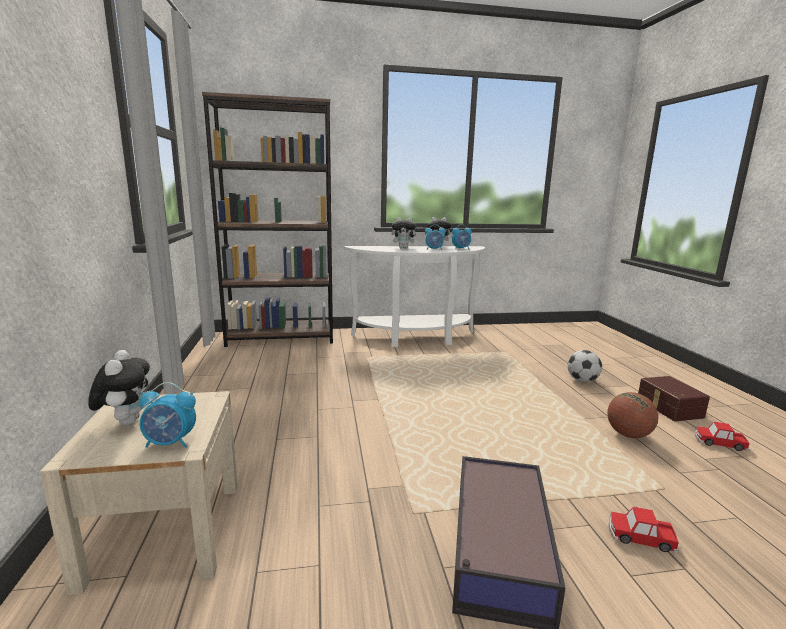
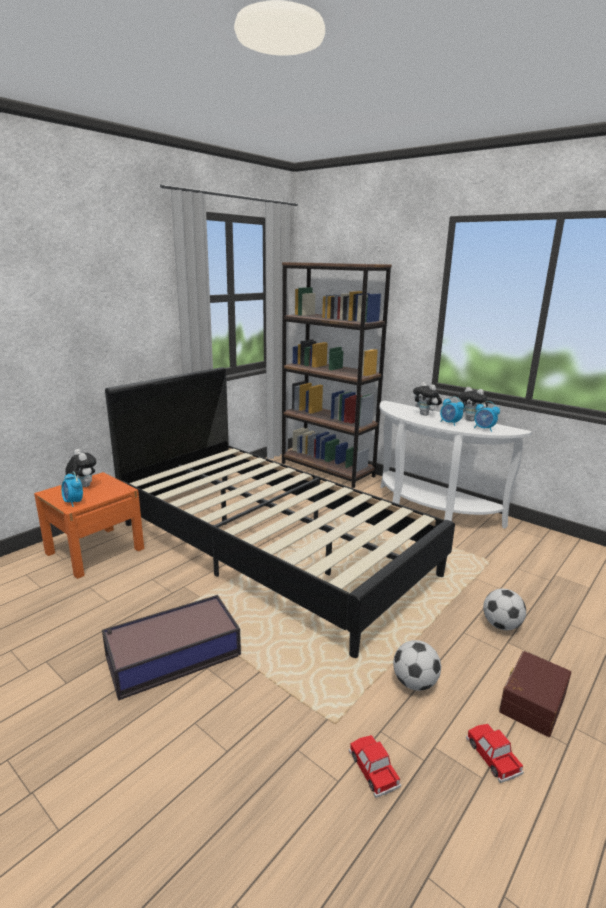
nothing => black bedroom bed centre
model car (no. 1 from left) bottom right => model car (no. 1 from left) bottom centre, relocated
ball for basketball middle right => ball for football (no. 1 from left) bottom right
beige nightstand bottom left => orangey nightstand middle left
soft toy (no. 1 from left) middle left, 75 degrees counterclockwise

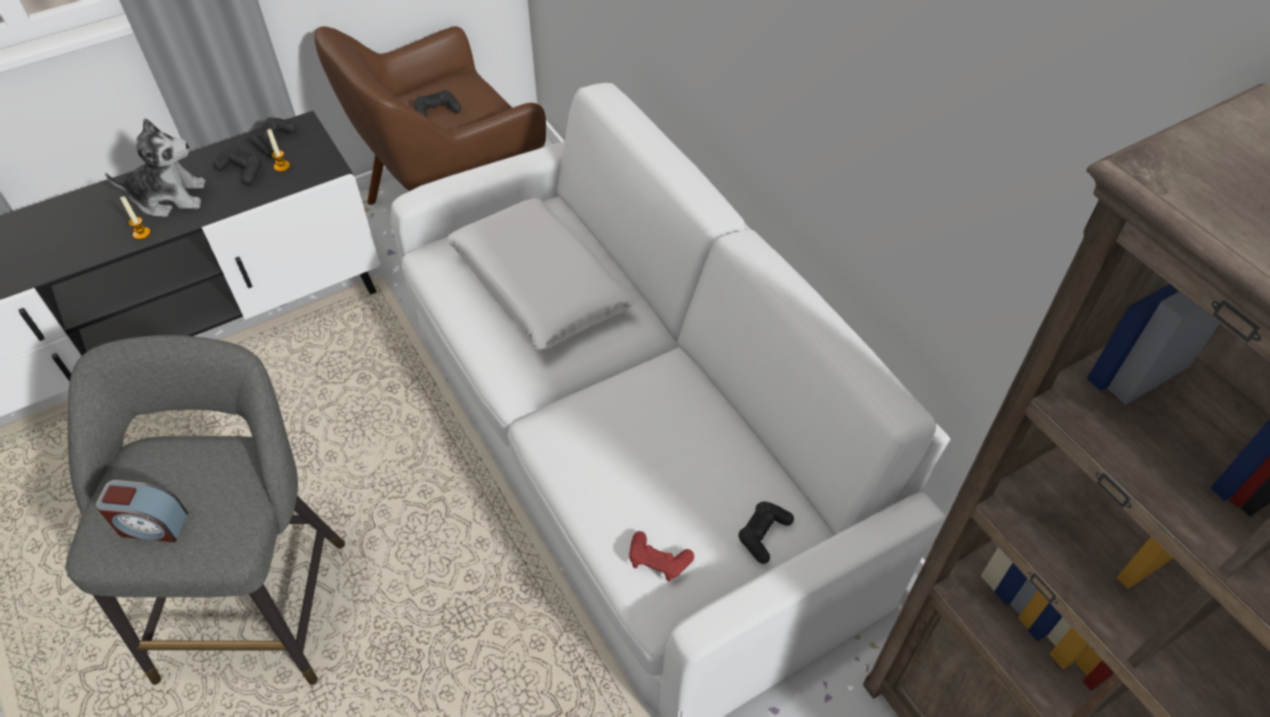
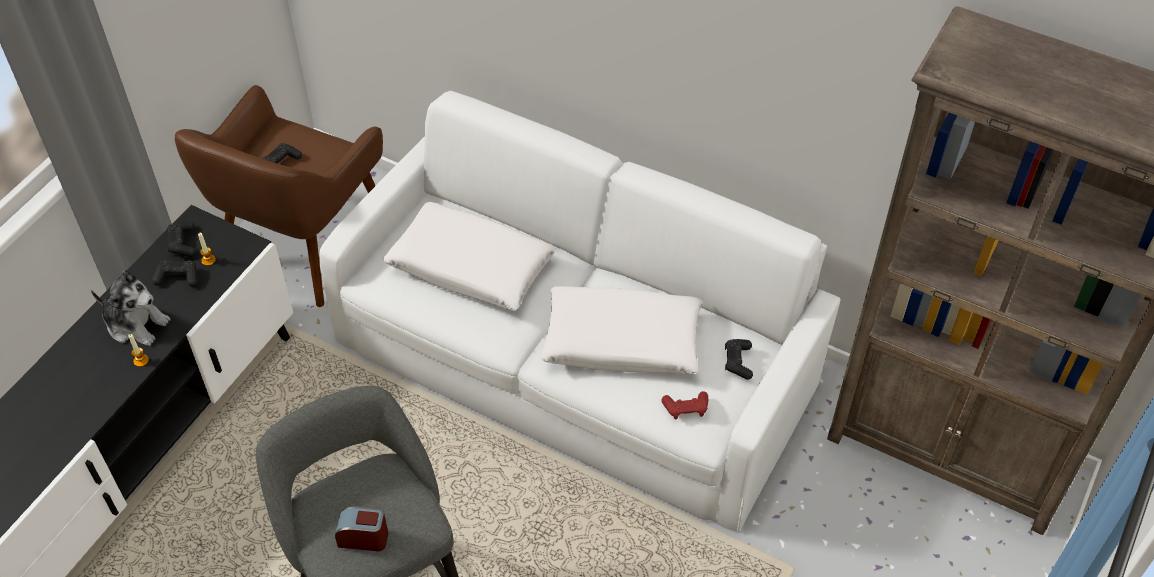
nothing => white-coloured throw pillow (no. 2 from left) centre
alarm clock bottom left, 150 degrees counterclockwise
soft toy top left => soft toy middle left, 60 degrees clockwise

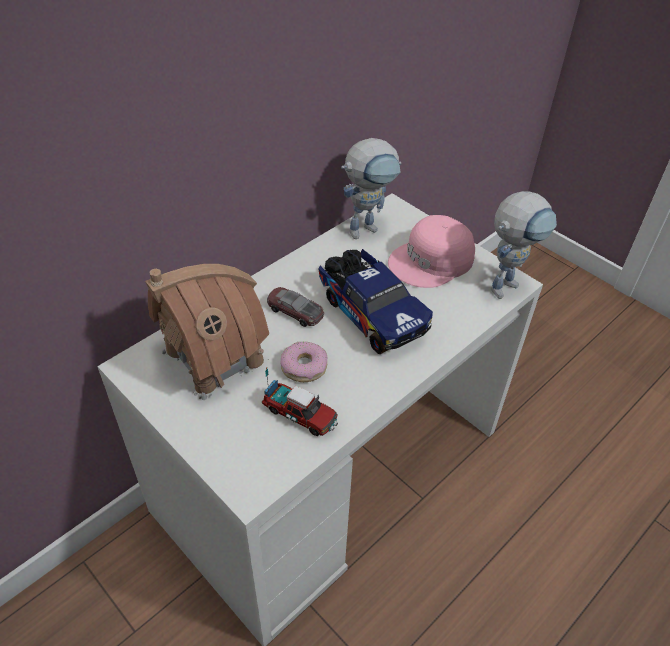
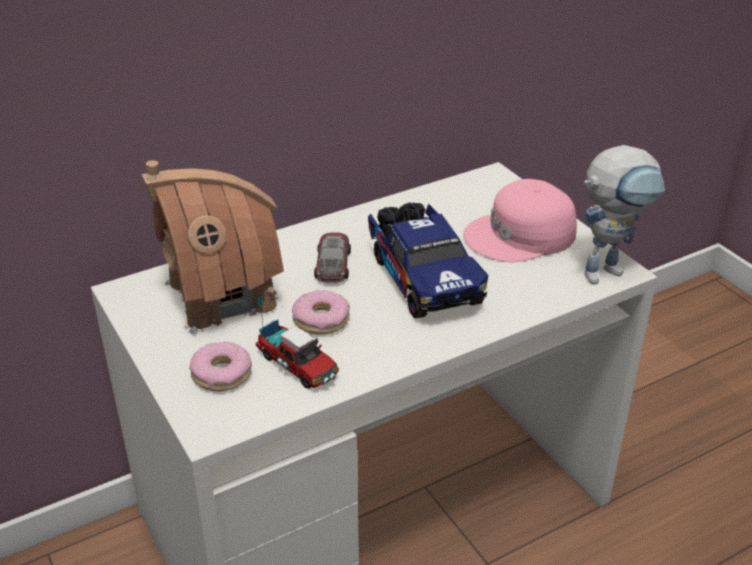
robot figure (no. 1 from left) top centre => nothing
nothing => donut (no. 1 from left) middle left
model car centre, 45 degrees clockwise

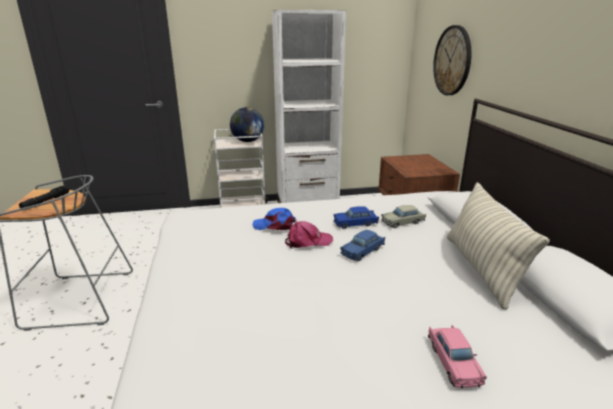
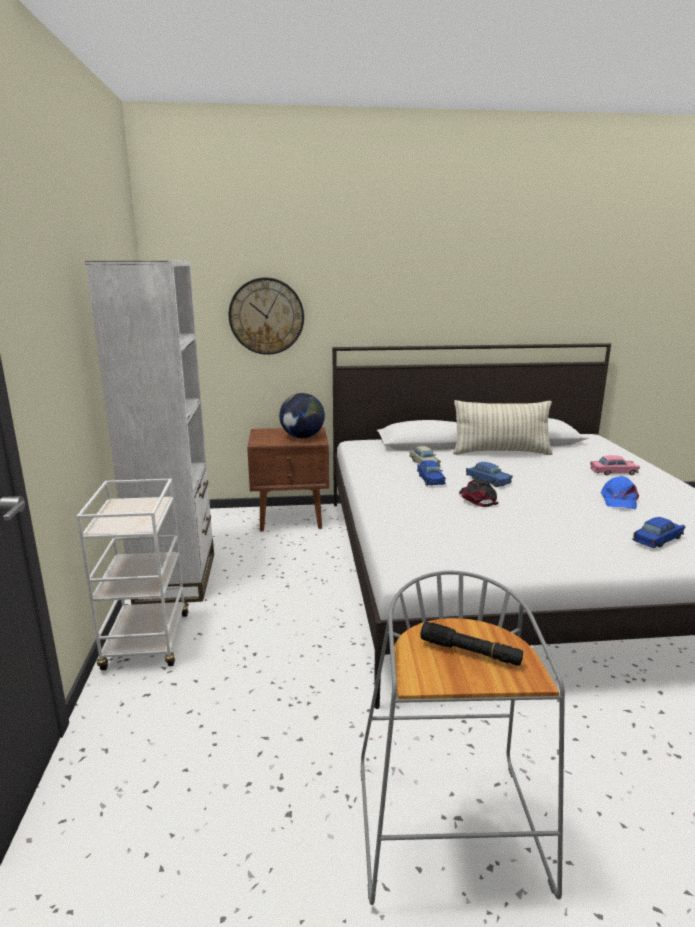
nothing => blue-coloured model car (no. 3 from left) middle right
desk globe top centre => desk globe centre, relocated
blue-coloured cap centre => blue-coloured cap middle right, relocated
pink-coloured cap centre => black cap middle right

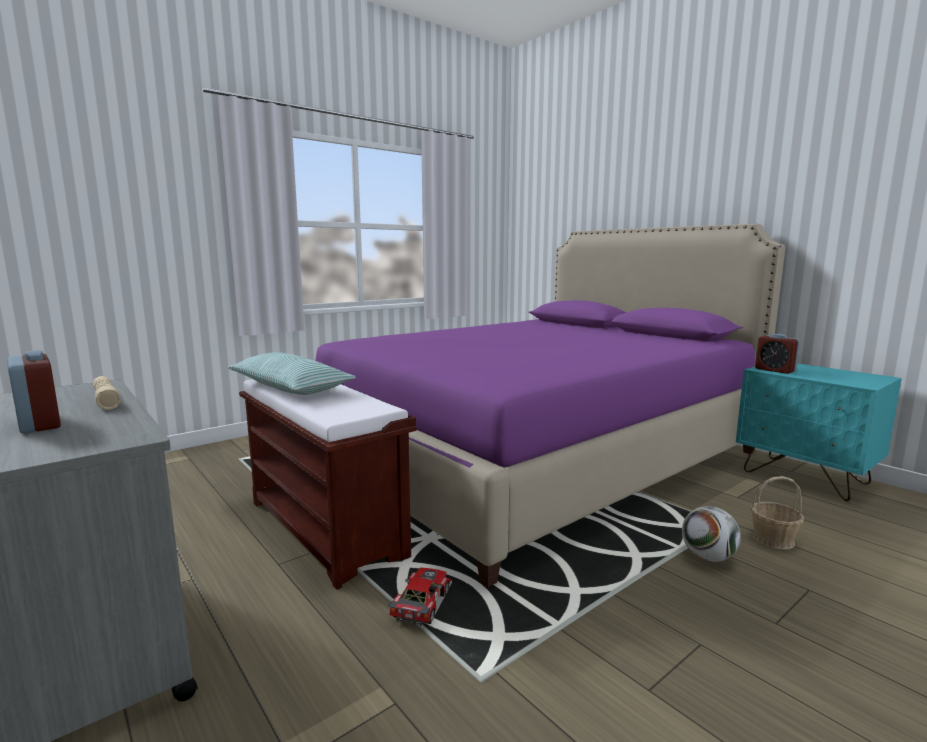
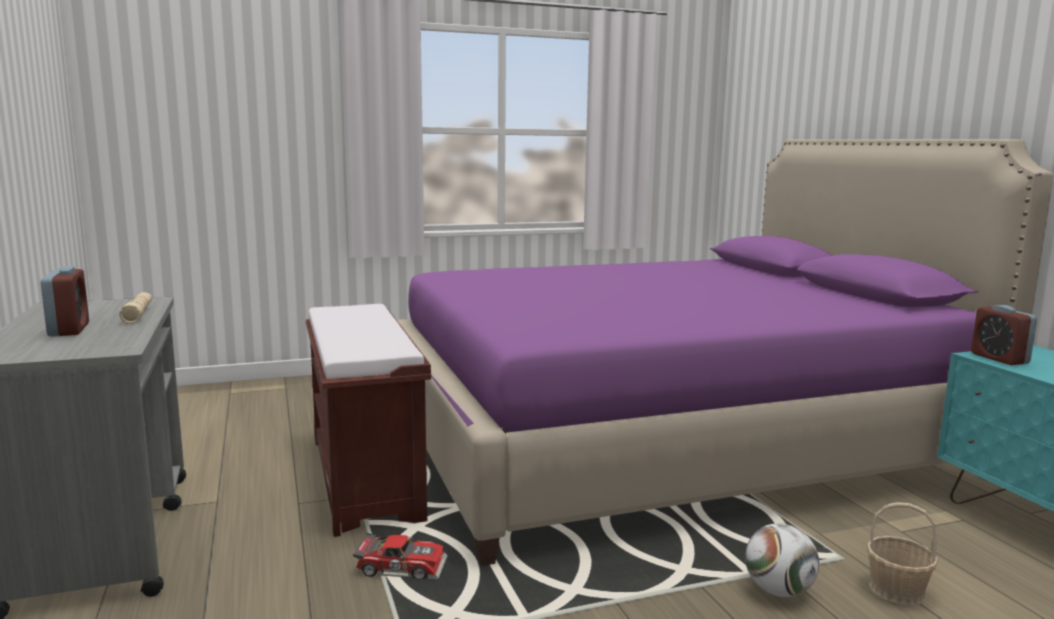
throw pillow middle left => nothing
model car bottom centre, 60 degrees clockwise

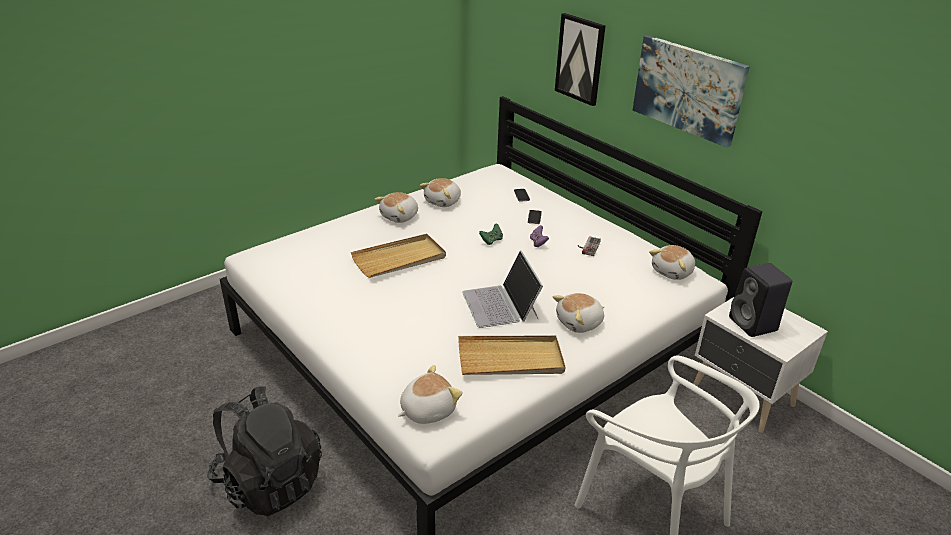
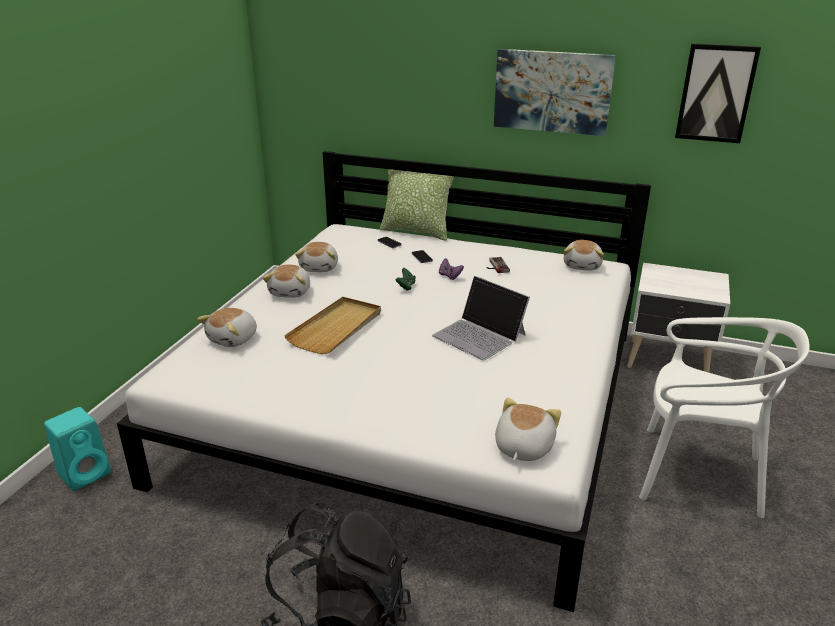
beige serving tray (no. 2 from left) centre => nothing
black speaker middle right => nothing
nothing => blue-green speaker bottom left
nothing => throw pillow top centre
soft toy (no. 4 from left in the first image) centre => soft toy (no. 1 from left) middle left, relocated
wall art (no. 1 from left in the first image) top centre => wall art (no. 2 from left) top right, relocated

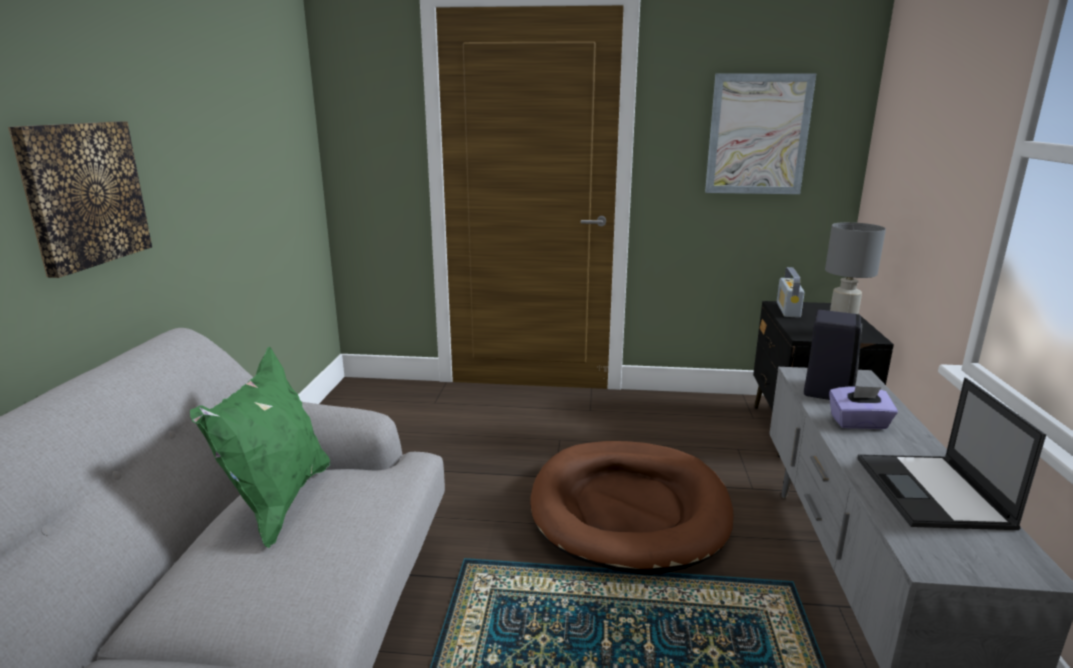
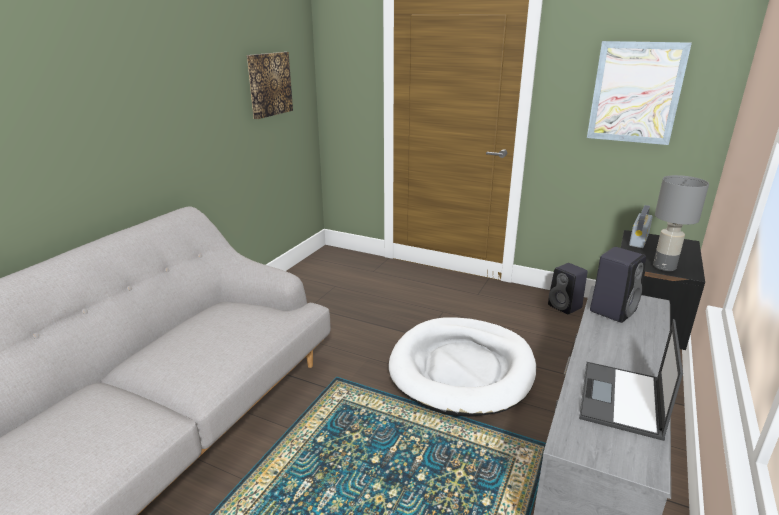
green-coloured throw pillow bottom left => nothing
purple tissue holder middle right => nothing
nothing => black speaker (no. 1 from left) middle right
wall art (no. 1 from left) top left => wall art (no. 1 from left) top centre, relocated
brown-coloured pet bed bottom centre => white-coloured pet bed bottom centre

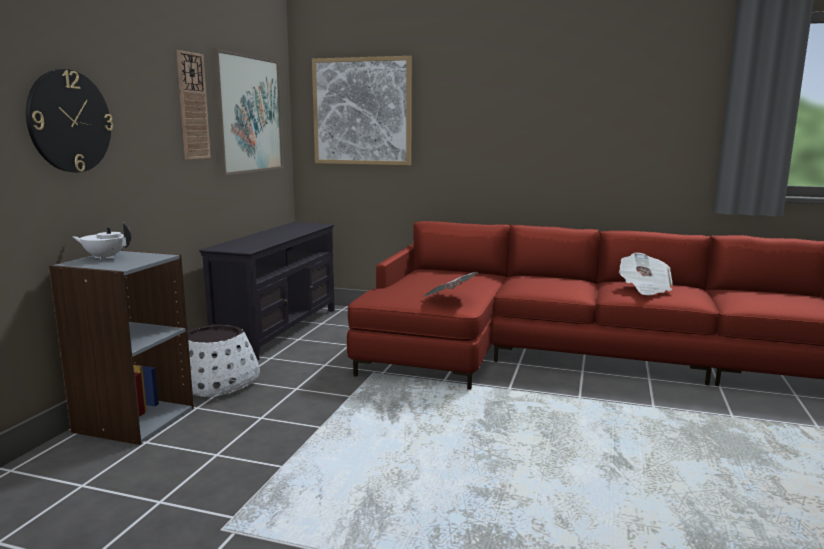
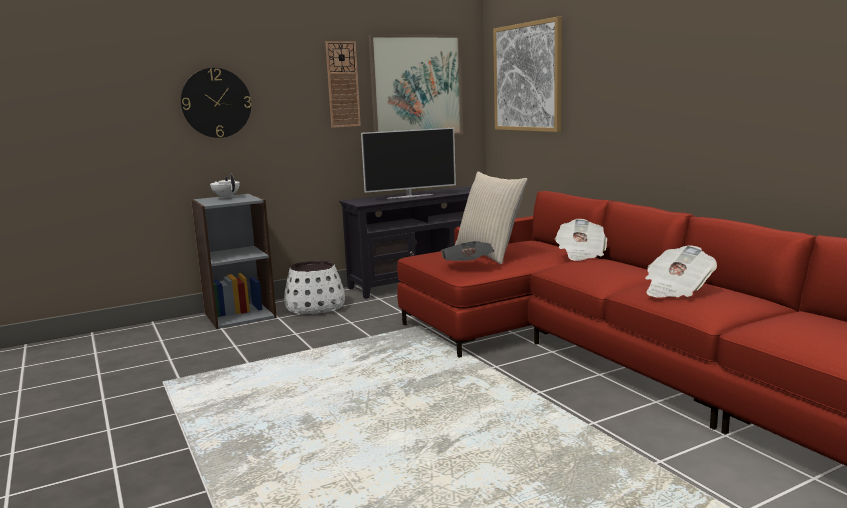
nothing => TV top centre
nothing => beige throw pillow centre
nothing => newspaper (no. 2 from left) middle right

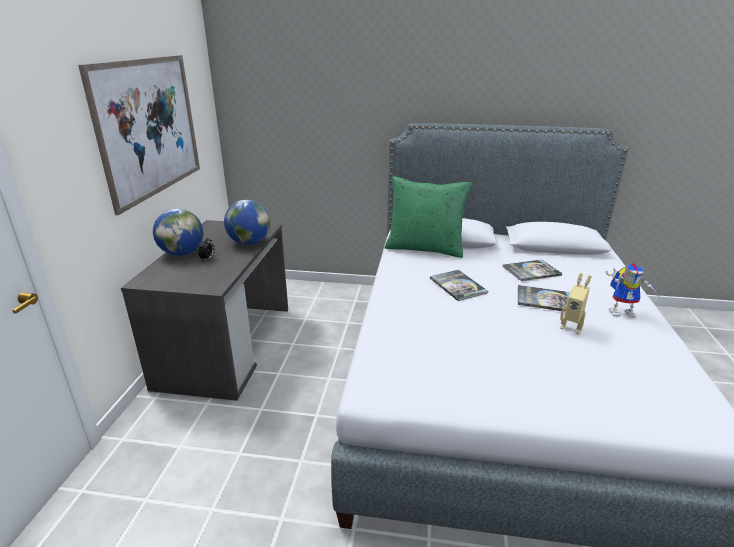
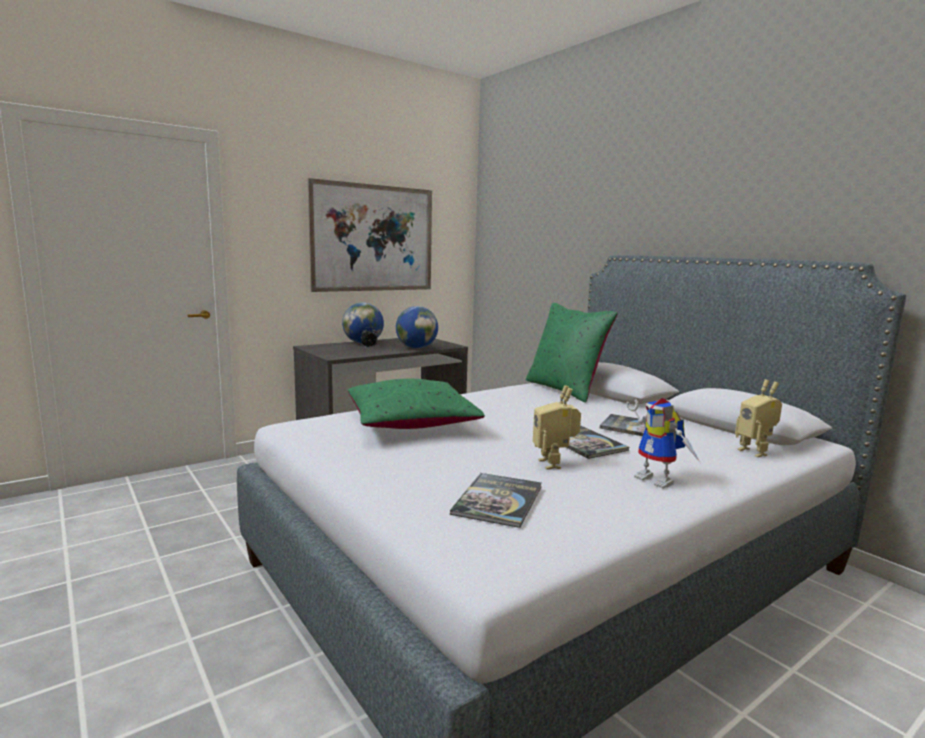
nothing => green-coloured throw pillow (no. 1 from left) centre
nothing => robot figure (no. 3 from left) middle right
bound book (no. 1 from left) centre => bound book (no. 1 from left) bottom centre, relocated

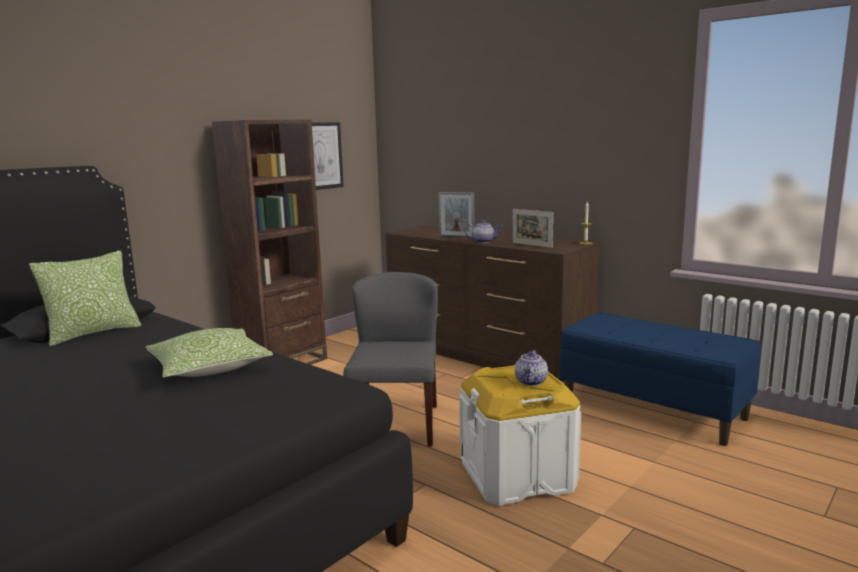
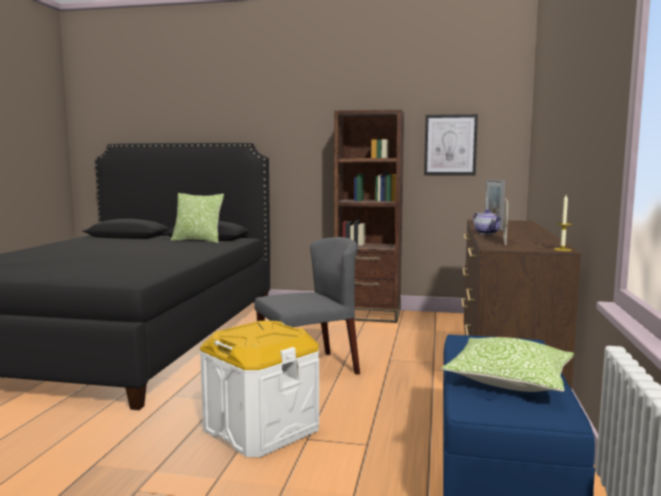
teapot (no. 2 from left) centre => nothing
throw pillow (no. 2 from left) middle left => throw pillow (no. 2 from left) bottom right, relocated

